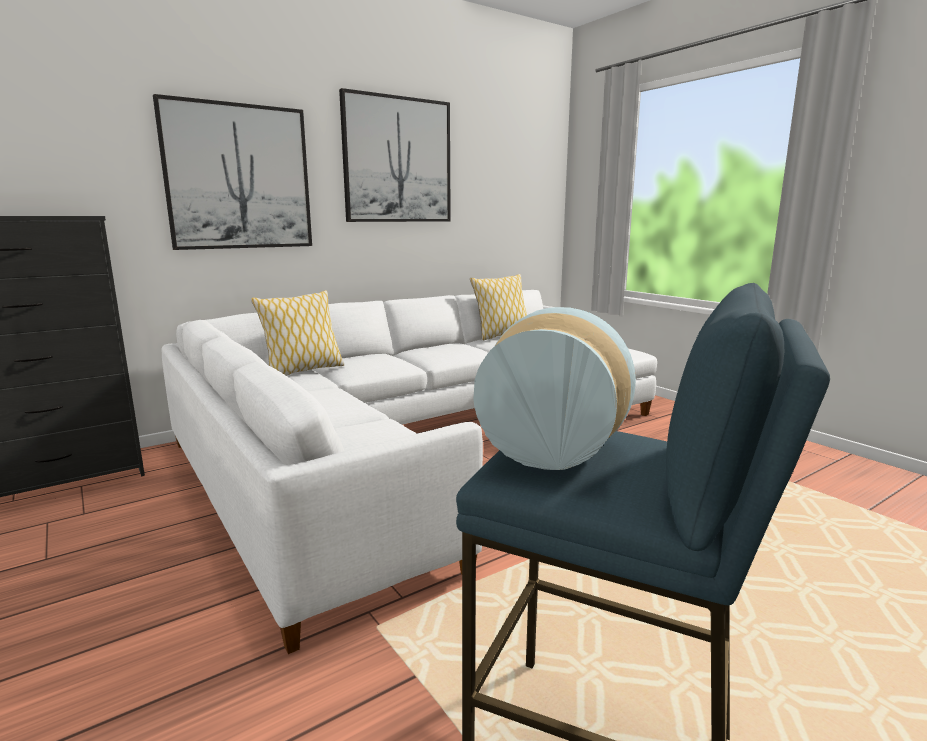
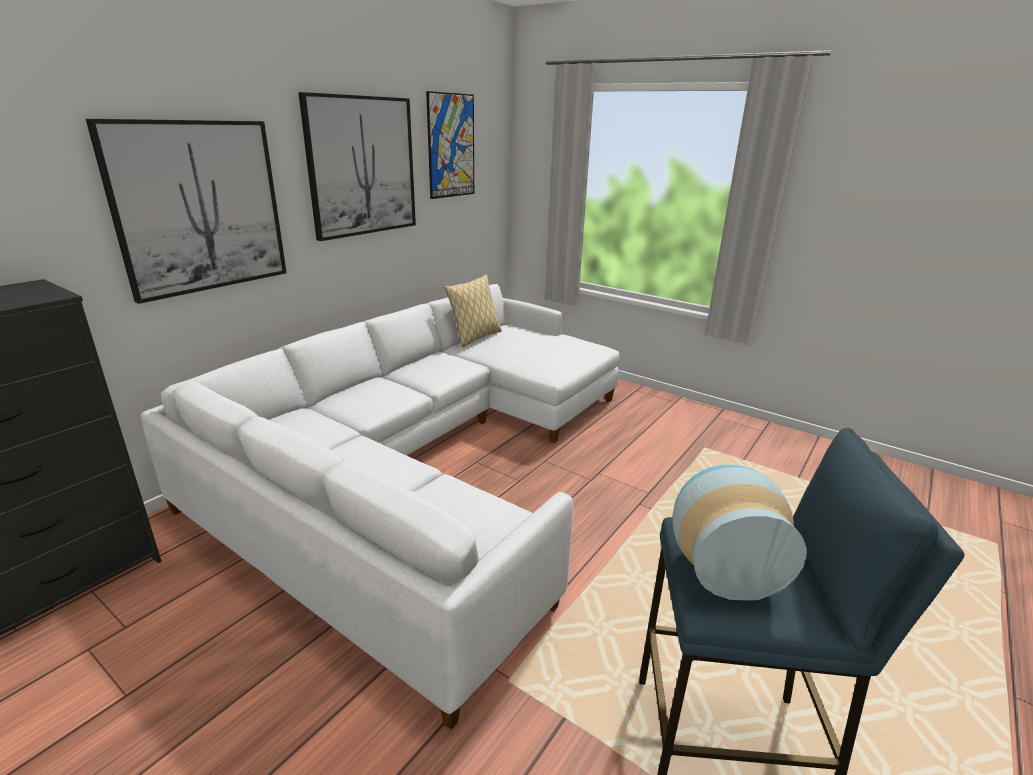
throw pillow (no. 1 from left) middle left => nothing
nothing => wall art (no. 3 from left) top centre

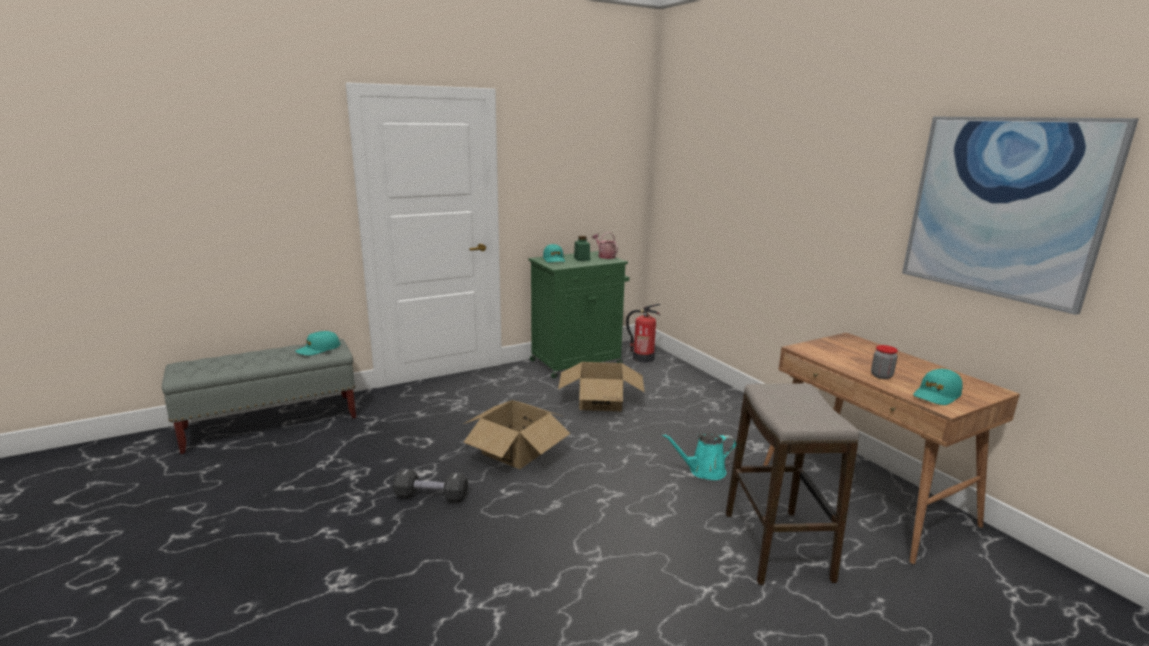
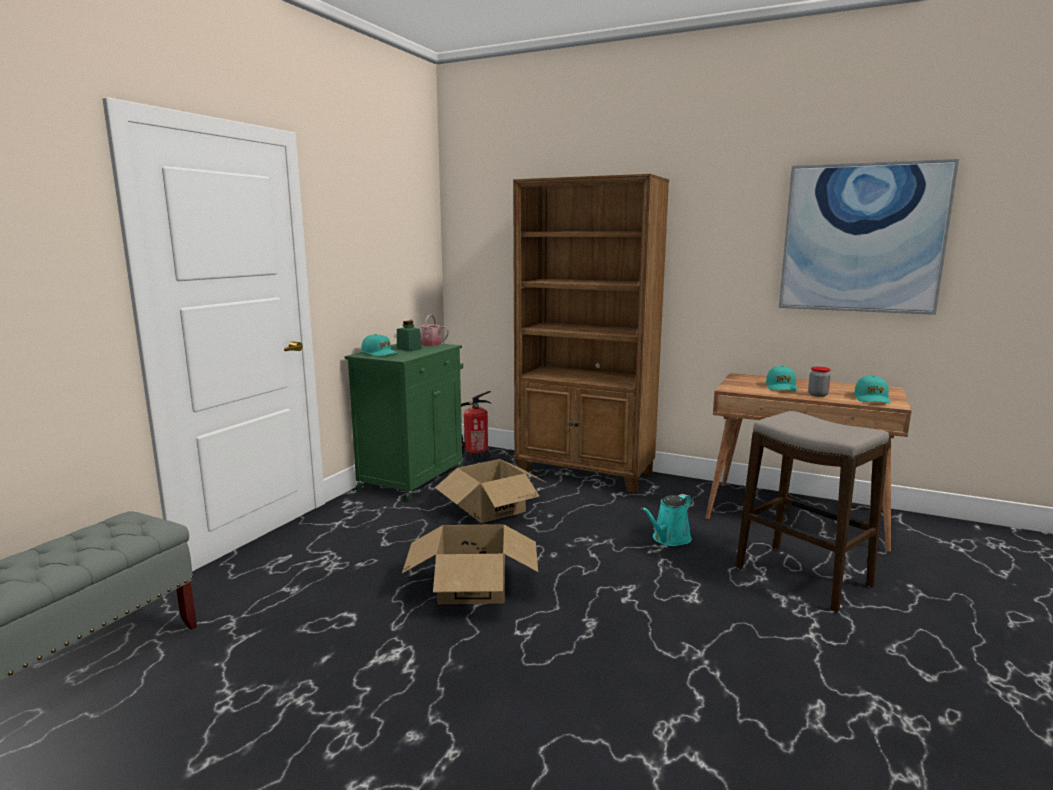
black hand weight bottom centre => nothing
nothing => brown-coloured bookcase centre
blue-green cap (no. 1 from left in the first image) middle left => blue-green cap (no. 2 from left) middle right, relocated

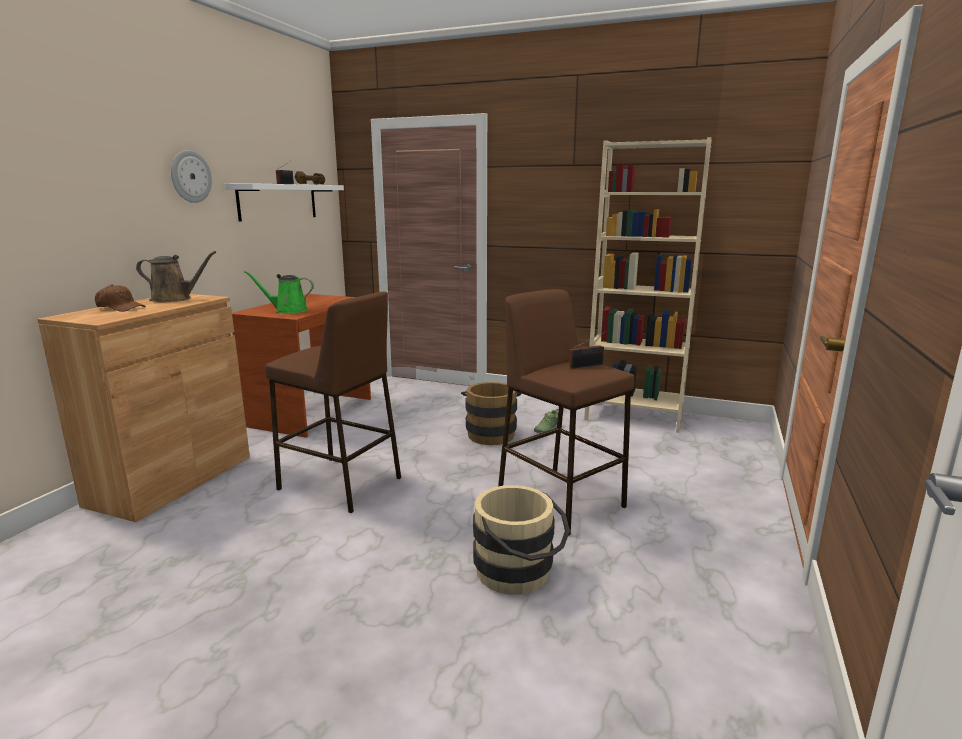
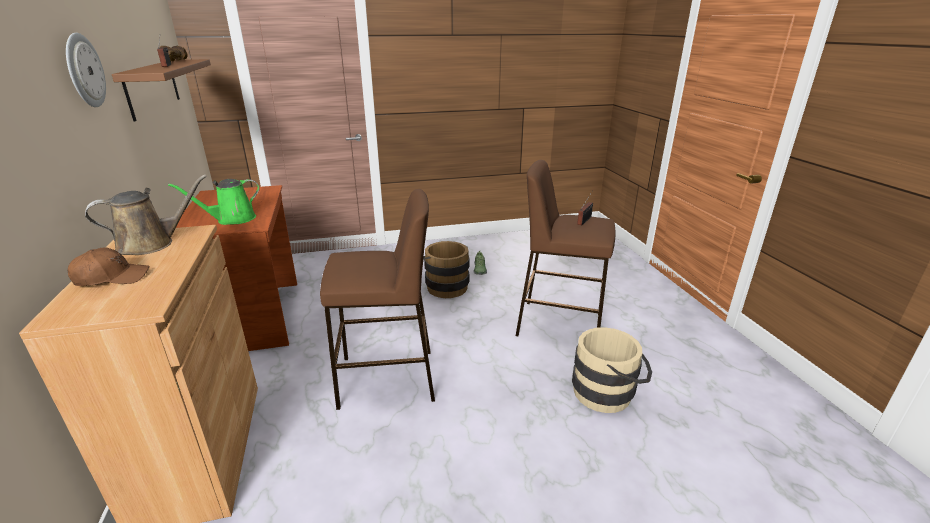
beige bookcase middle right => nothing
white-coloured shelf top left => brown-coloured shelf top left

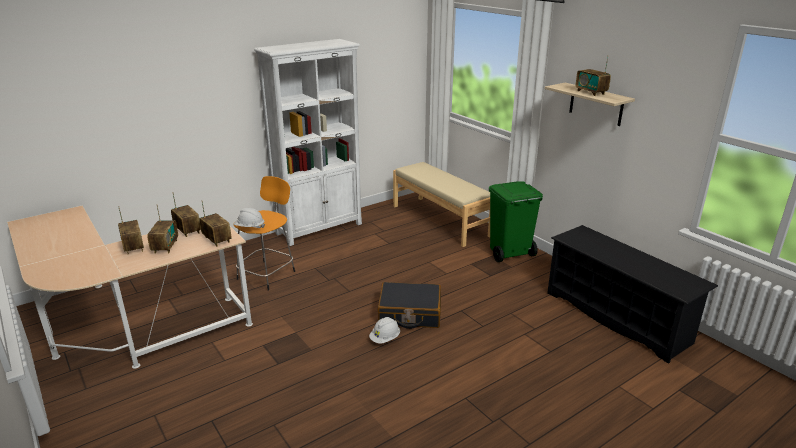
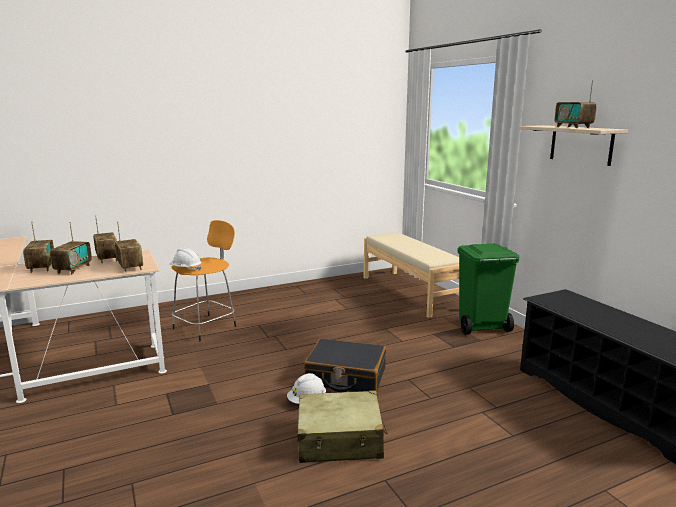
white-coloured bookcase top centre => nothing
nothing => beige piece of luggage bottom centre

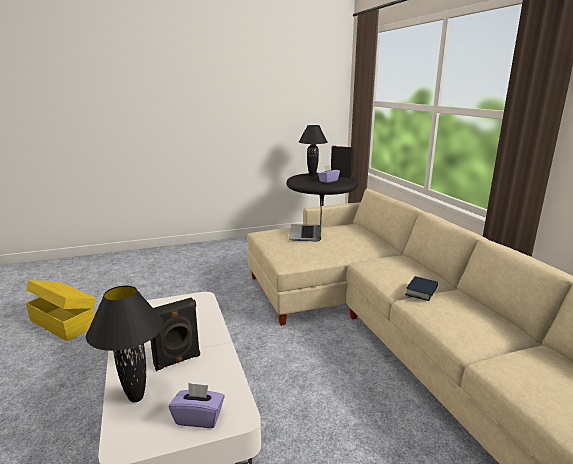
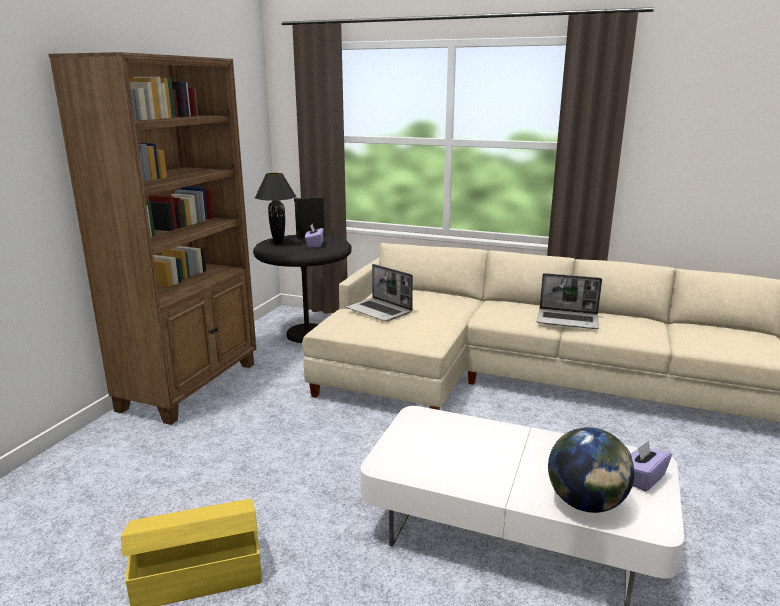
black speaker (no. 1 from left) bottom left => nothing
nothing => brown-coloured bookcase middle left
black table lamp (no. 1 from left) bottom left => desk globe bottom right
bound book middle right => laptop (no. 2 from left) middle right

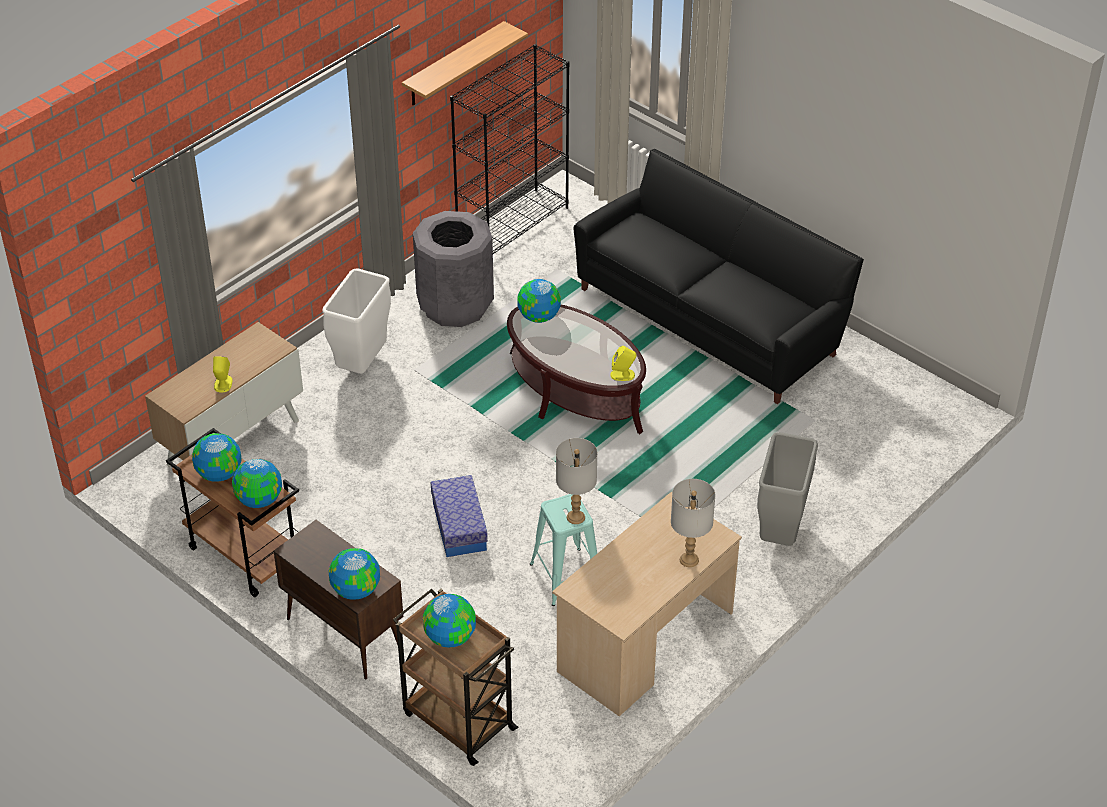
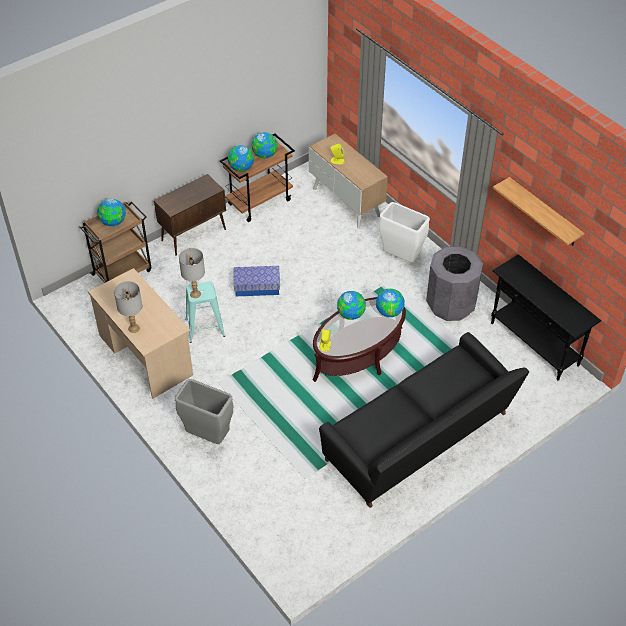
desk globe (no. 3 from left in the first image) bottom left => desk globe (no. 4 from left) centre, relocated
black bookcase top centre => black hall table middle right

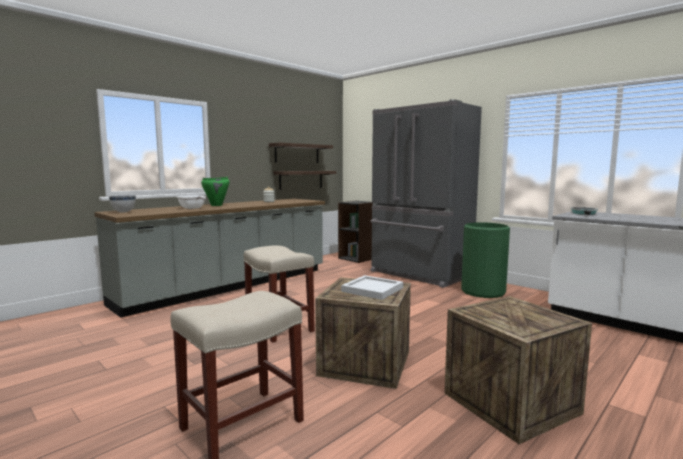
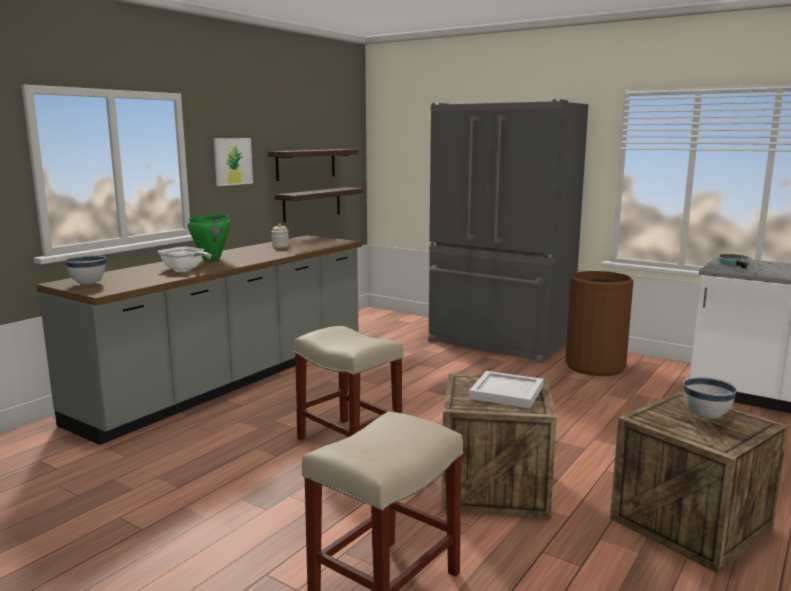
black bookcase centre => nothing
nothing => wall art top left
nothing => white-coloured bowl (no. 2 from left) bottom right
green-coloured waste bin middle right => brown-coloured waste bin middle right

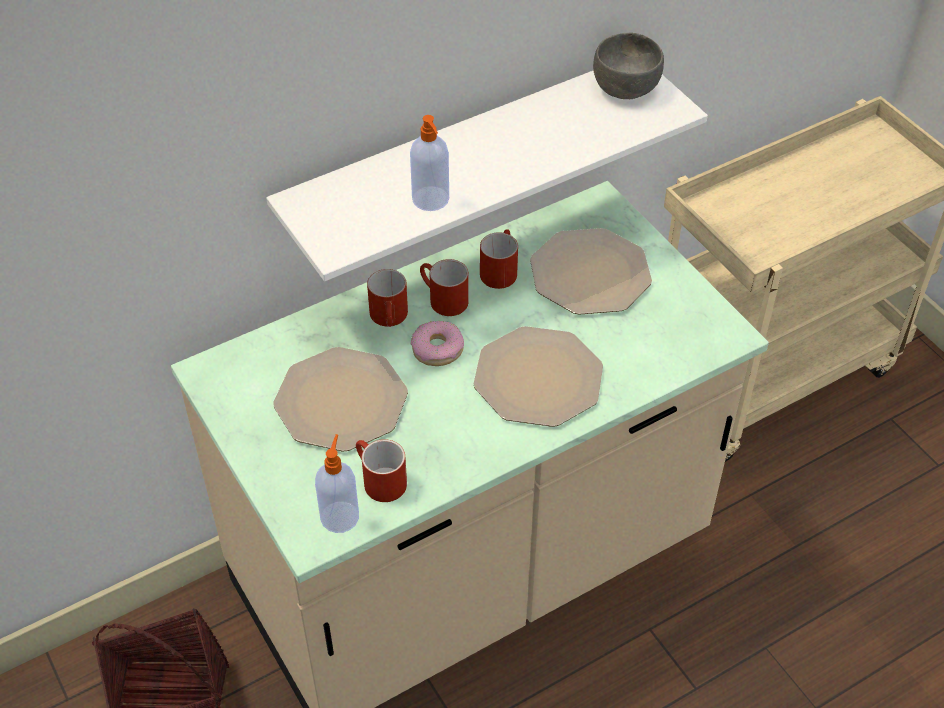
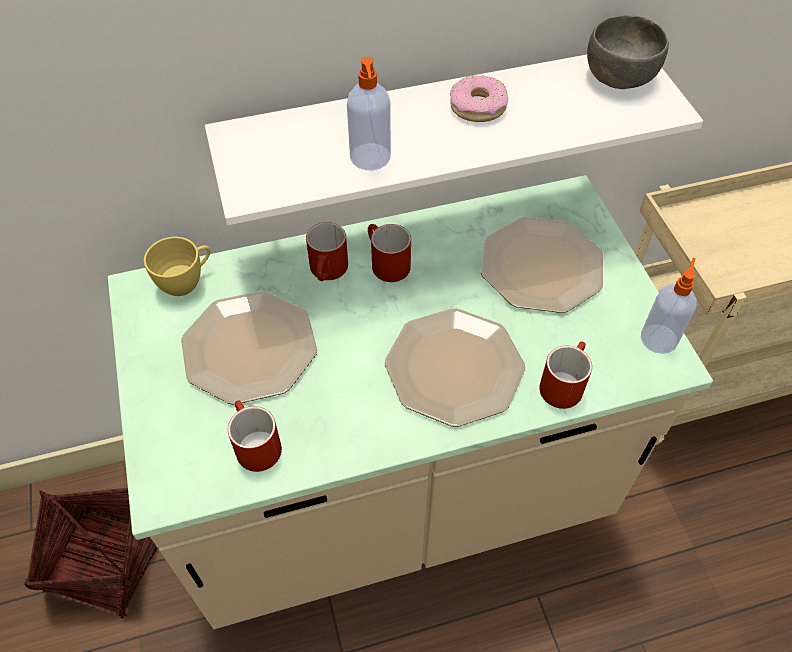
nothing => yellowish drinking cup middle left
liquid soap bottle (no. 1 from left in the first image) bottom centre => liquid soap bottle (no. 2 from left) middle right, relocated
donut centre => donut top centre, relocated
red coffee mug (no. 4 from left) centre => red coffee mug (no. 4 from left) middle right, relocated

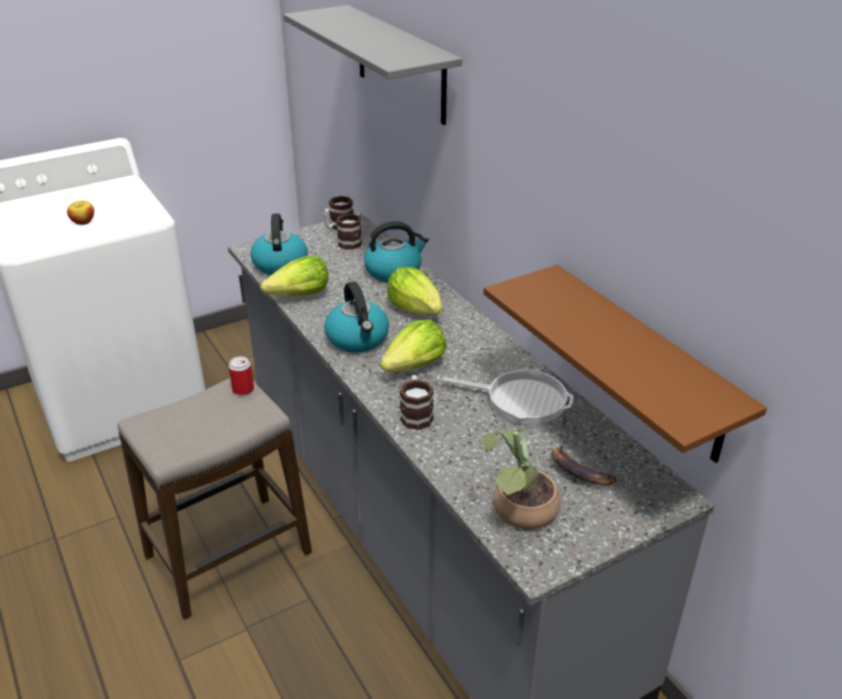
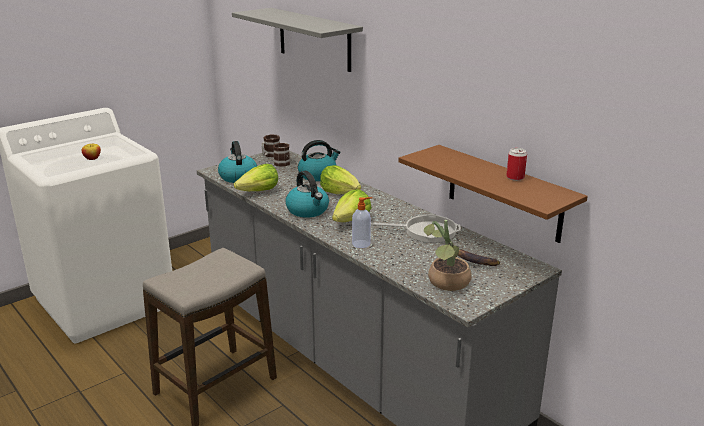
sealed can middle left => sealed can middle right, relocated
coffee mug (no. 3 from left) centre => liquid soap bottle centre

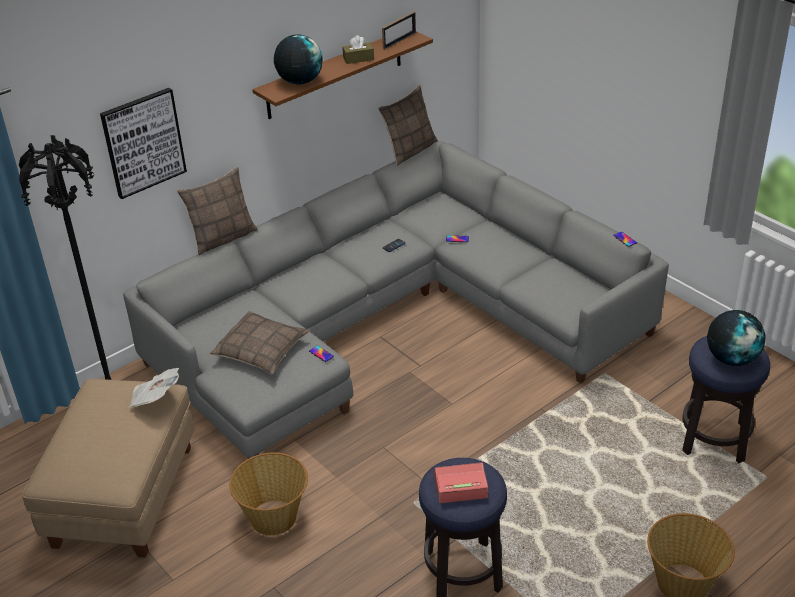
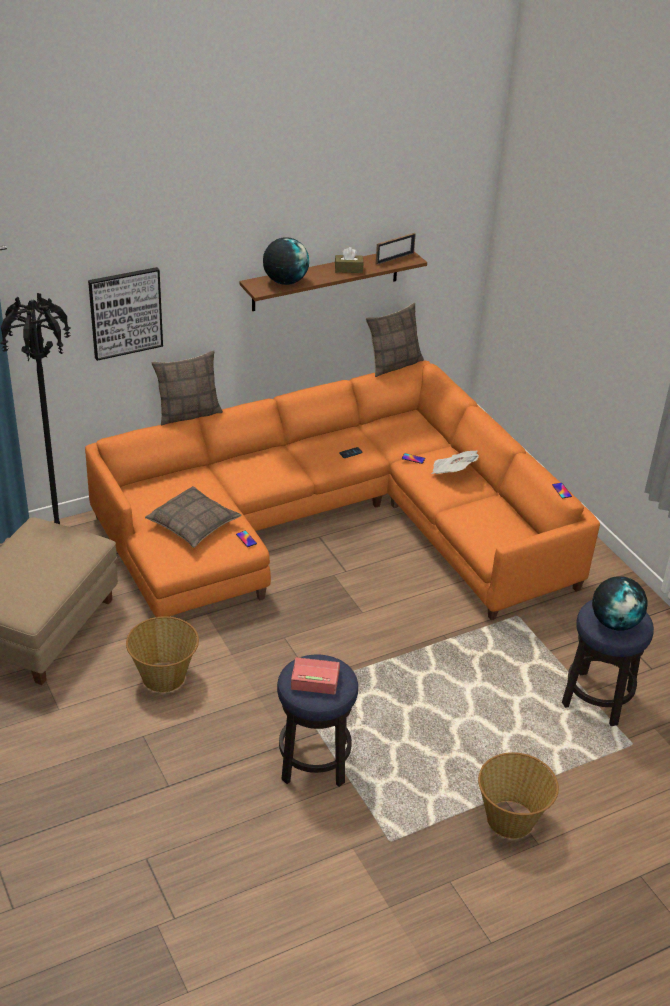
newspaper middle left => newspaper middle right, relocated
gray sofa centre => orangey sofa centre

